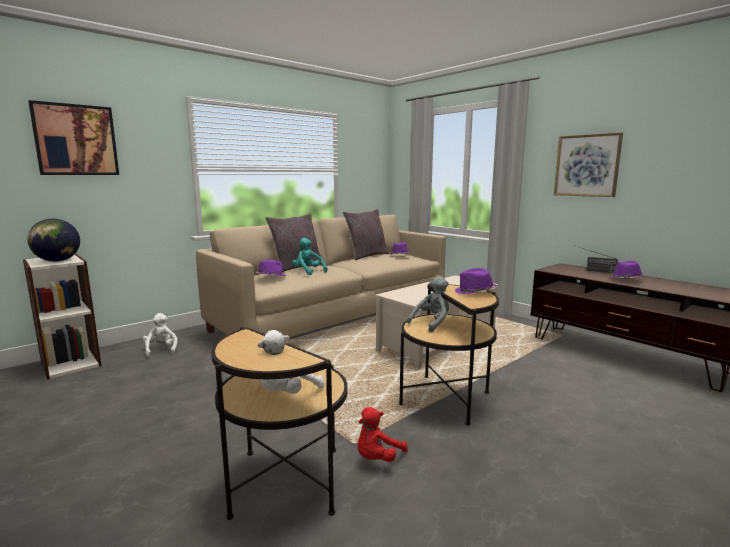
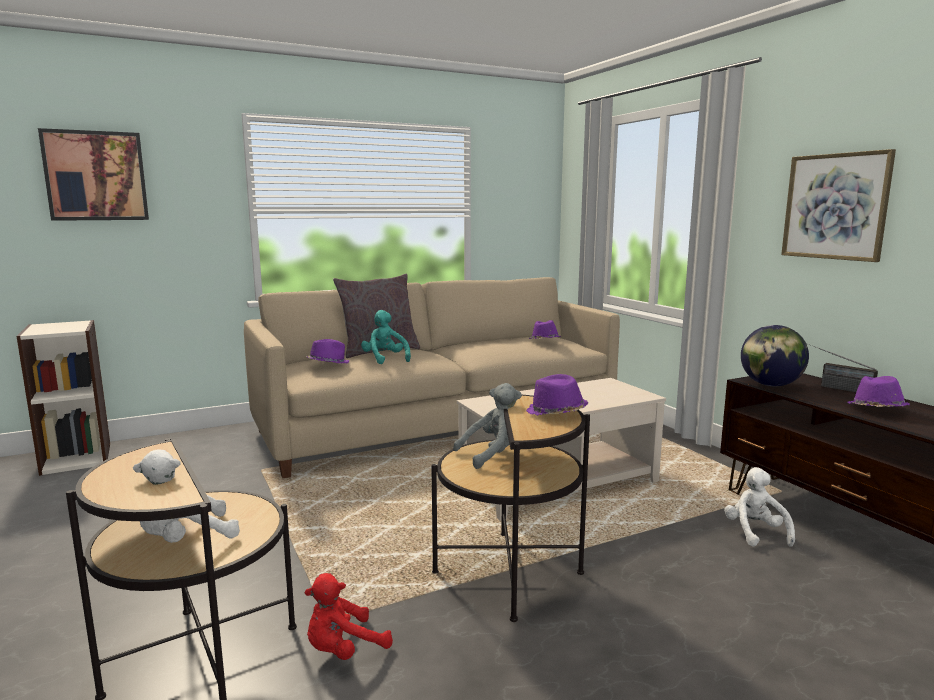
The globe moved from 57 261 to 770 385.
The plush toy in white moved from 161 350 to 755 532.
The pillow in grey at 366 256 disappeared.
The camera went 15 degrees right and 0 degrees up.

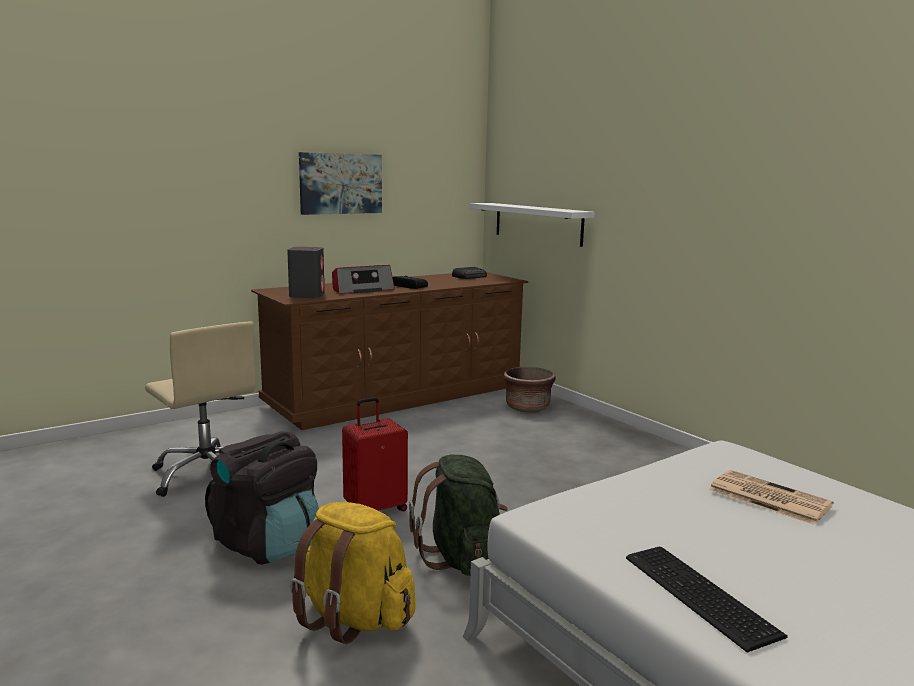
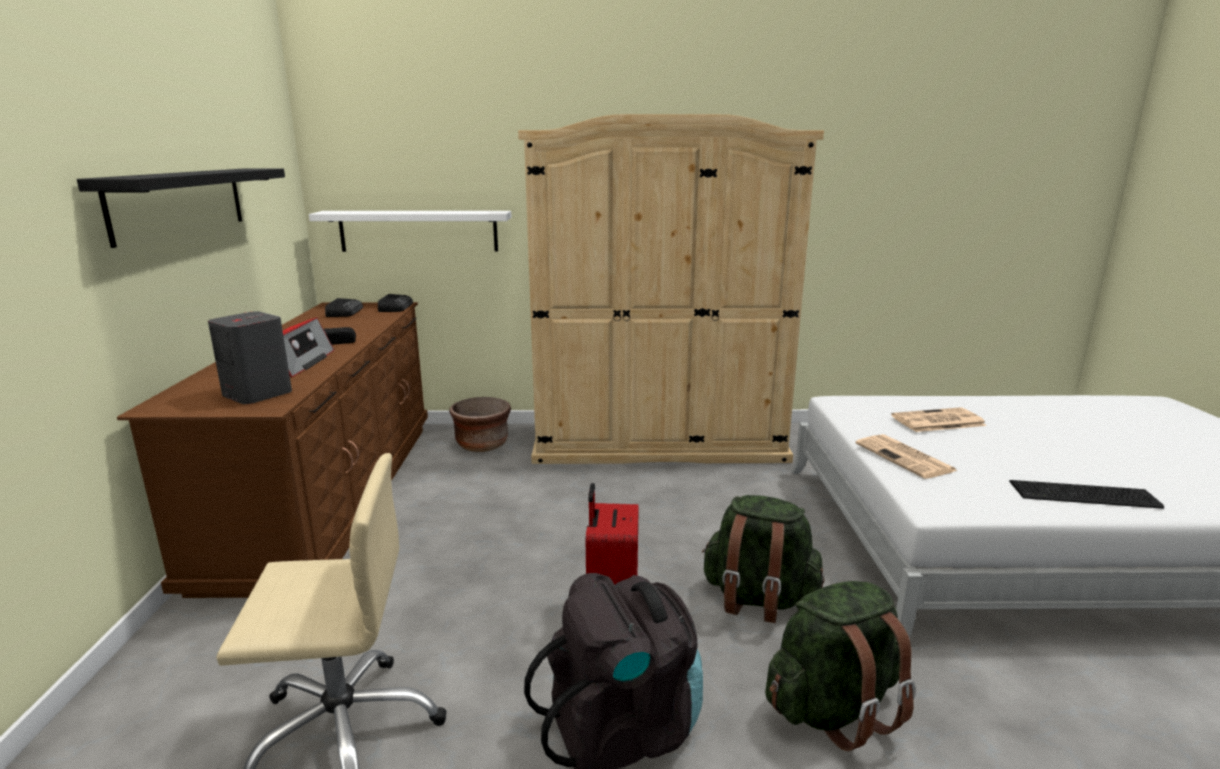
The backpack in yellow at 354 618 became the backpack in green at 833 709.
The picture at 340 183 was replaced by the shelf in black at 179 203.
The radio at 395 307 appeared.
The wardrobe in beige at 658 443 appeared.
The newspaper at 906 458 appeared.
The camera went 55 degrees left and 5 degrees up.

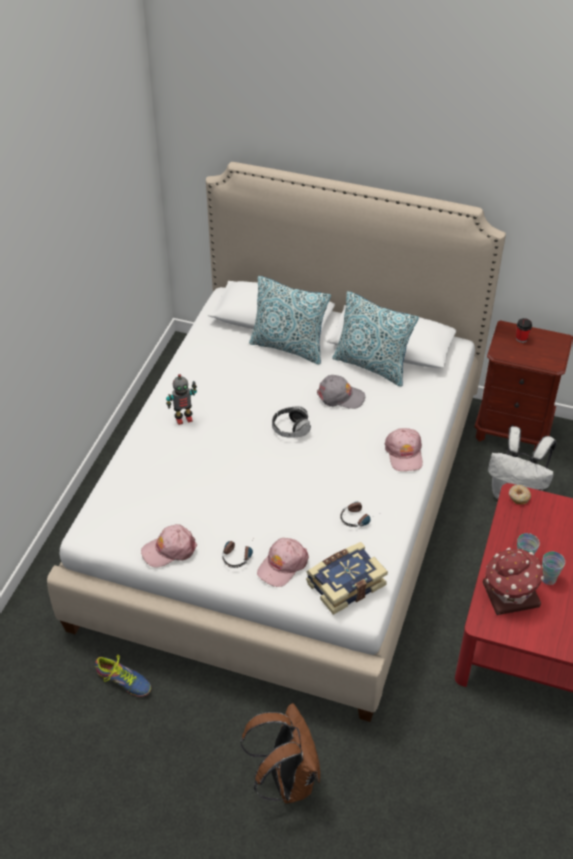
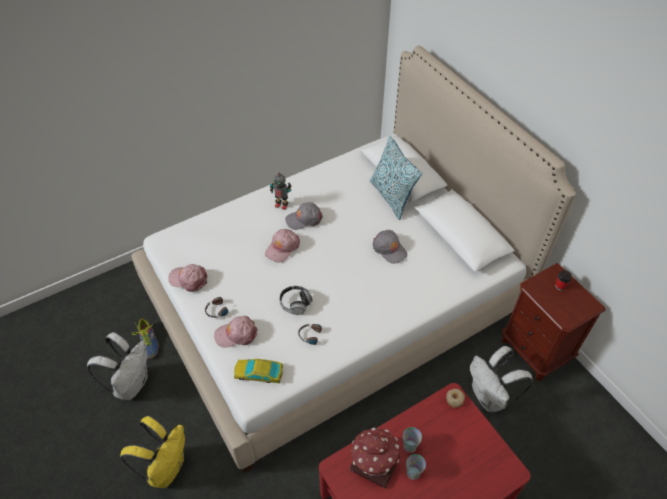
The backpack in brown at 286 779 became the backpack in yellow at 166 467.
The headphones moved from 291 429 to 295 304.
The book at 345 583 was replaced by the toy car at 258 373.
The pillow at 372 366 disappeared.
The cap in pink moved from 404 453 to 282 248.
The backpack in white at 131 383 appeared.
The cap in grey at 304 219 appeared.
The camera went 40 degrees right and 5 degrees up.

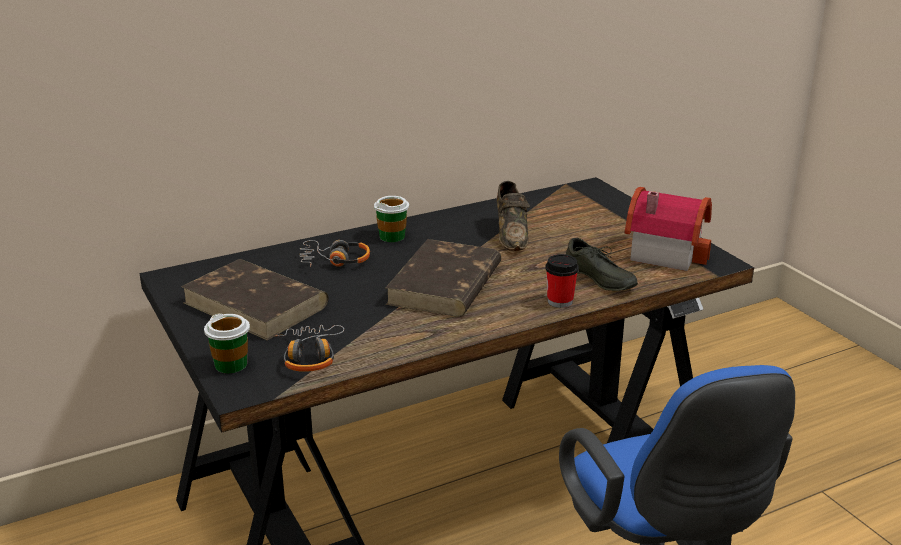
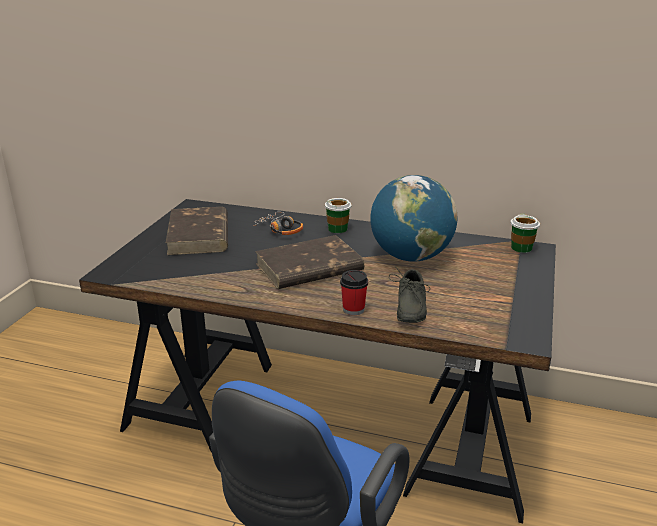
The cup moved from 231 364 to 521 248.
The headphones at 310 356 disappeared.
The shoe in brown at 511 235 was replaced by the globe at 410 257.
The toy house at 664 251 disappeared.
The camera went 45 degrees right and 0 degrees up.

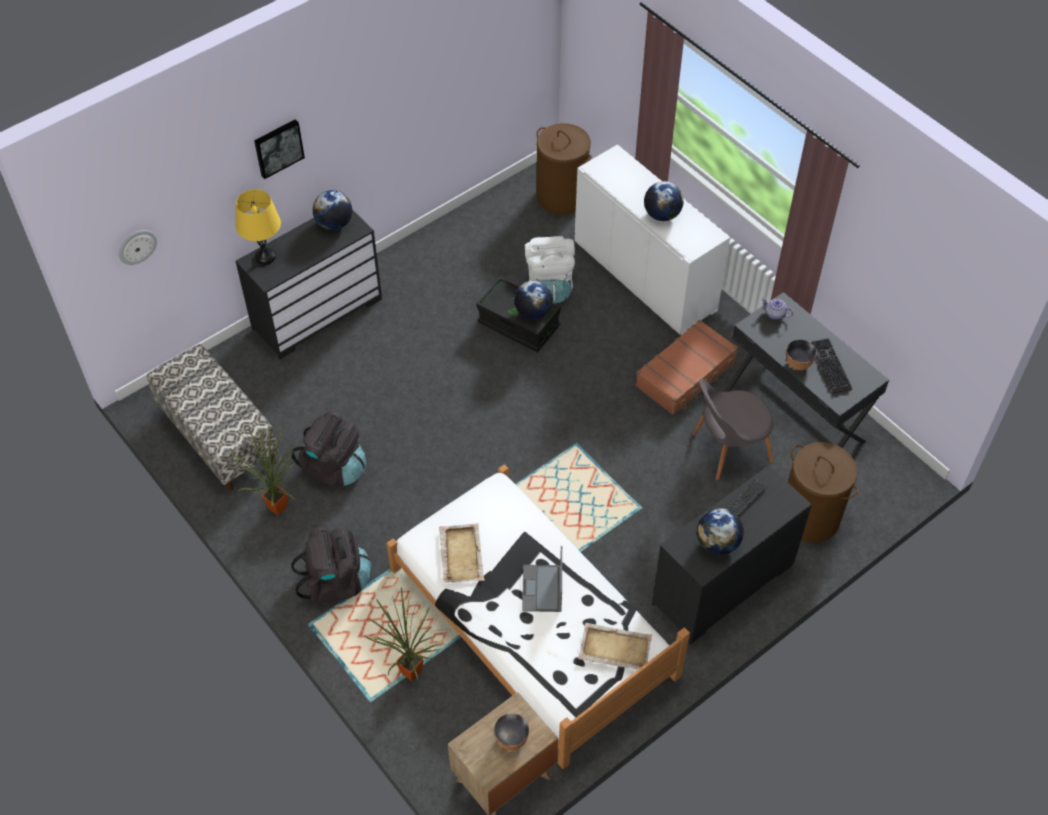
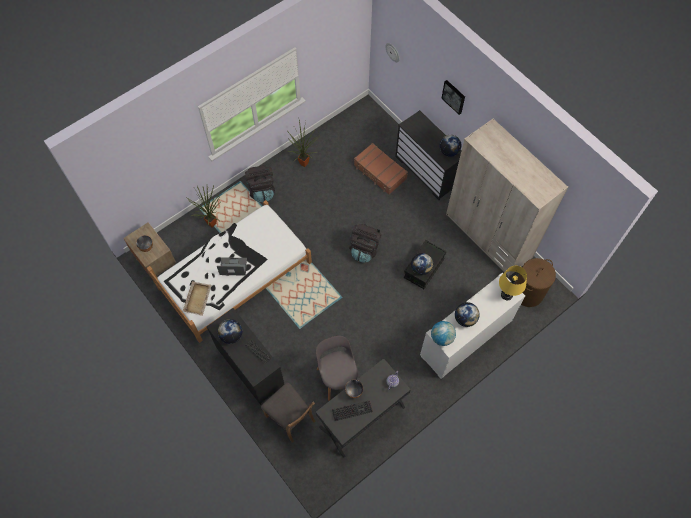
The bench at 218 436 disappeared.
The table lamp in yellow moved from 265 257 to 506 295.
The backpack in black moved from 334 468 to 364 249.
The tray in beige at 461 554 disappeared.
The backpack in white at 549 286 disappeared.
The suitcase in brown moved from 686 375 to 380 172.
The laundry basket in brown at 810 517 was replaced by the chair in brown at 291 418.
The globe at 442 337 appeared.
The wardrobe in beige at 488 236 appeared.
The camera went 90 degrees right and 10 degrees up.

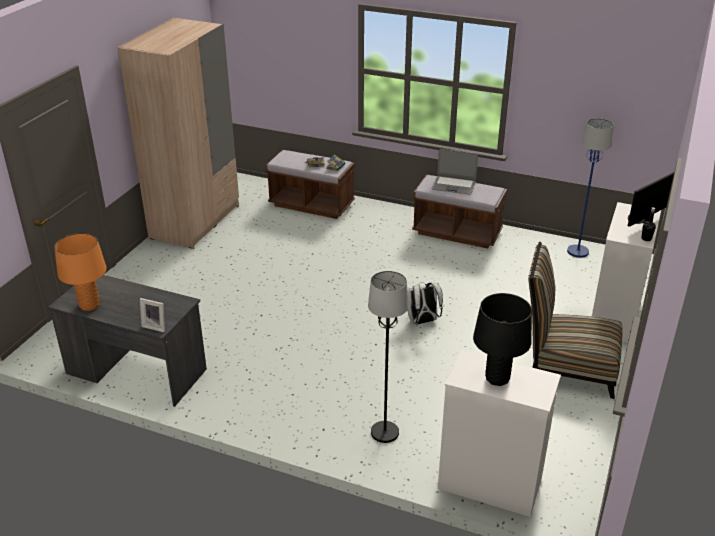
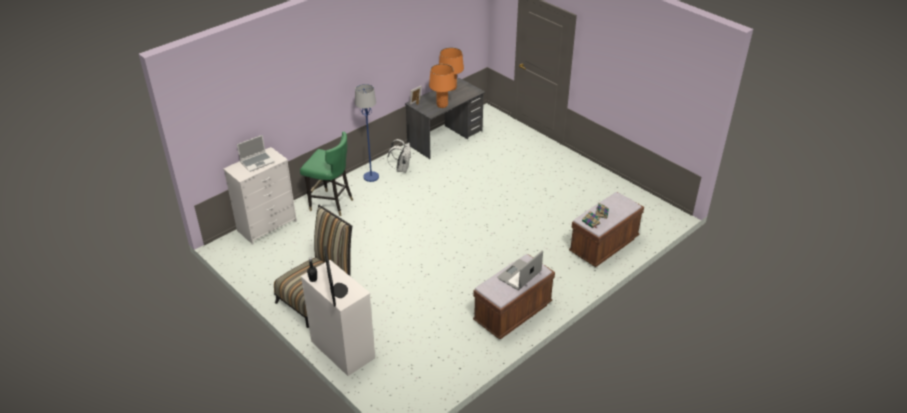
The wardrobe in beige at 195 221 disappeared.
The floor lamp in black at 385 432 was replaced by the chair in green at 331 204.
The backpack in white moved from 422 321 to 401 168.
The table lamp in black at 497 378 was replaced by the laptop at 257 162.
The floor lamp in blue moved from 578 252 to 371 177.
The table lamp in orange at 442 105 appeared.
The camera went 115 degrees right and 5 degrees up.

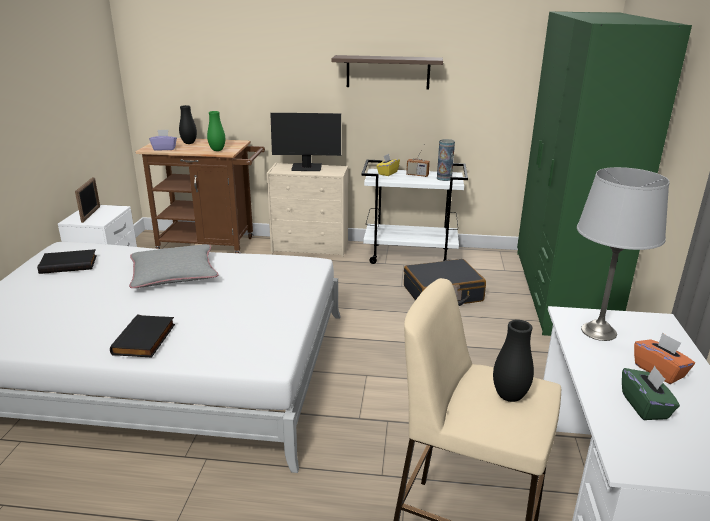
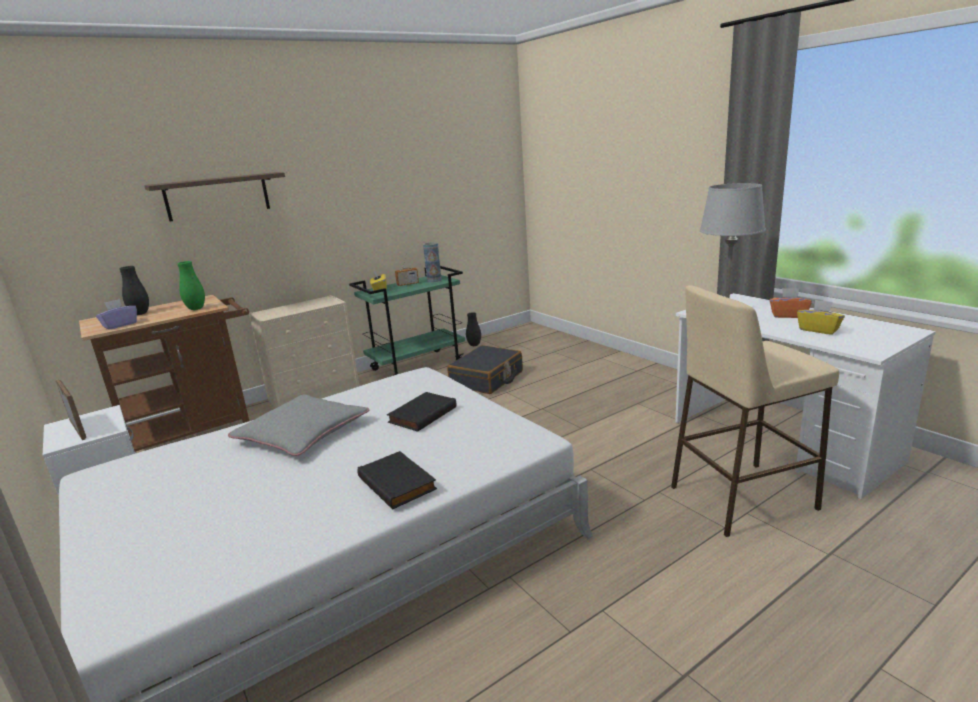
The book in black moved from 69 264 to 422 414.
The monitor at 307 168 disappeared.
The shelf moved from 388 72 to 217 196.
The cart in white at 411 255 became the cart in green at 418 366.
The vase in black moved from 509 396 to 474 345.
The wardrobe in green at 560 291 disappeared.
The tissue box in green at 645 406 became the tissue box in yellow at 818 330.
The camera went 40 degrees left and 5 degrees down.

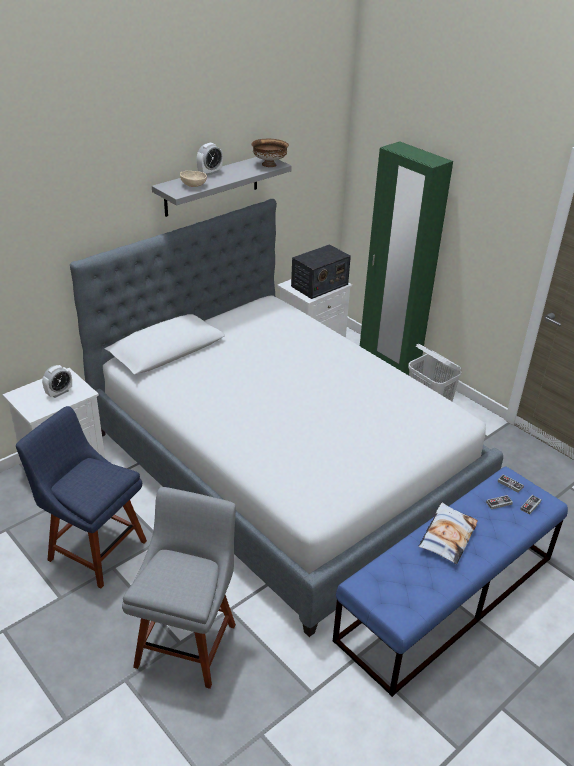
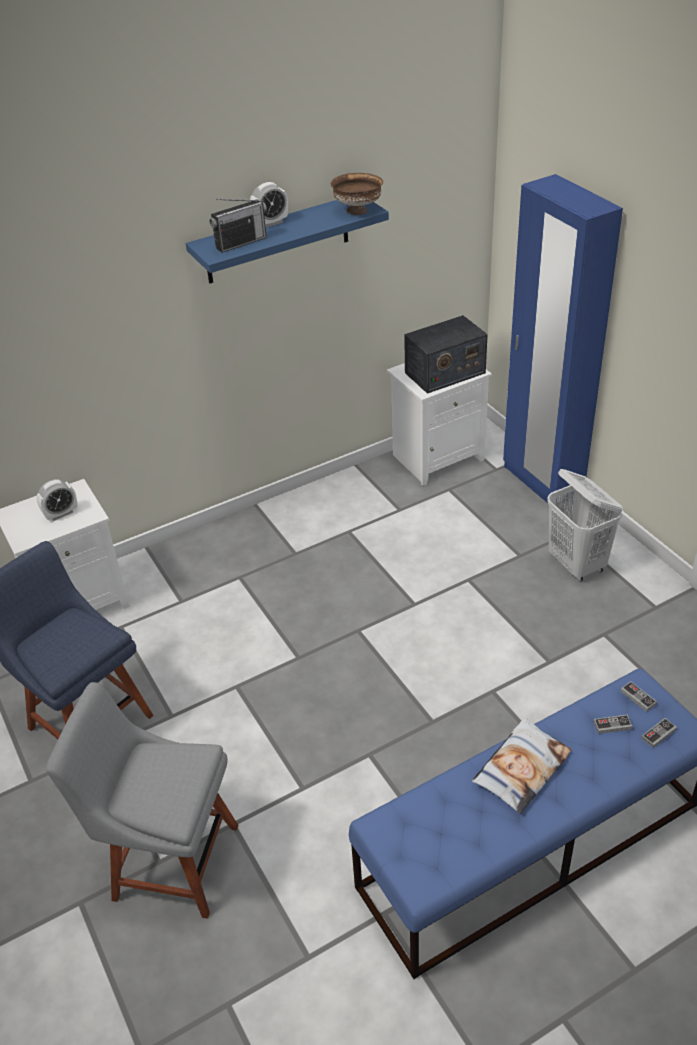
The bed at 283 468 disappeared.
The chair in grey at 188 640 turned 105 degrees counterclockwise.
The shelf in grey at 212 185 became the shelf in blue at 277 239.
The bowl in beige at 193 185 was replaced by the radio at 241 243.
The wardrobe in green at 388 362 became the wardrobe in blue at 541 483.
The camera went 15 degrees right and 5 degrees up.

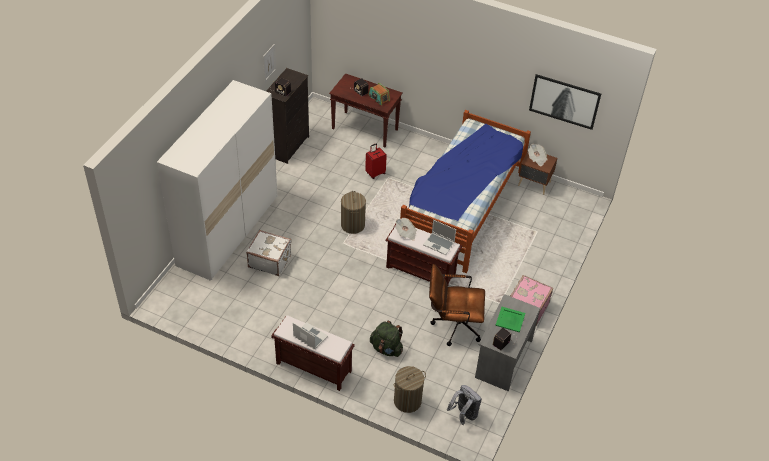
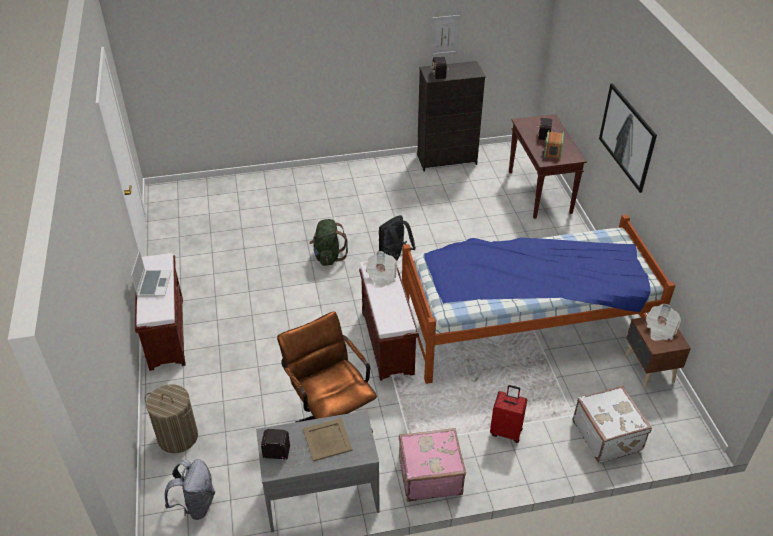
The wardrobe in white at 228 230 disappeared.
The suitcase in white moved from 269 260 to 607 435.
The laundry basket at 353 225 was replaced by the backpack in black at 394 256.
The suitcase in red moved from 375 173 to 506 431.
The backpack in green moved from 386 348 to 328 256.
The laptop at 439 244 disappeared.
The tray in green at 510 319 became the tray in beige at 327 439.
The picture moved from 564 101 to 628 136.
The camera went 55 degrees right and 5 degrees down.

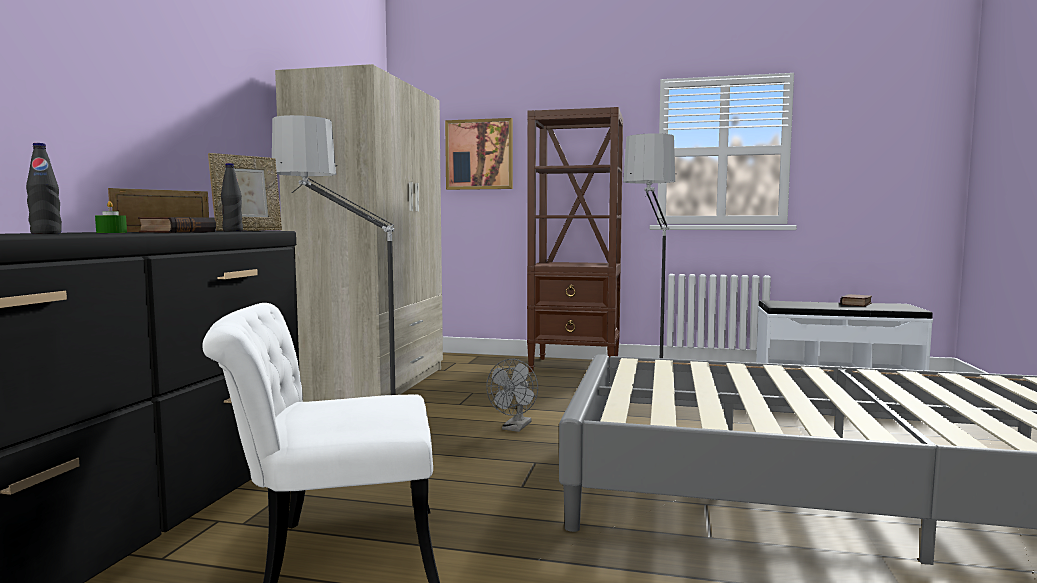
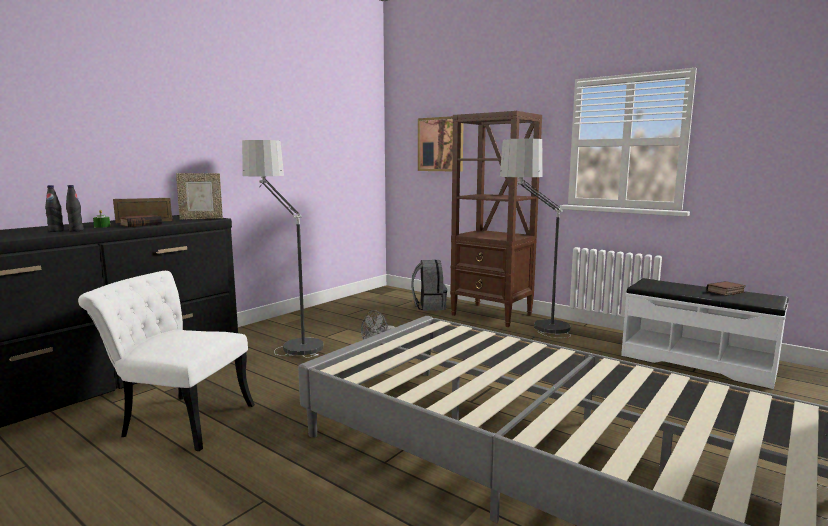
The bottle in black moved from 232 231 to 76 230.
The wardrobe in beige at 375 384 disappeared.
The backpack in grey at 429 306 appeared.
The camera went 25 degrees right and 5 degrees up.

